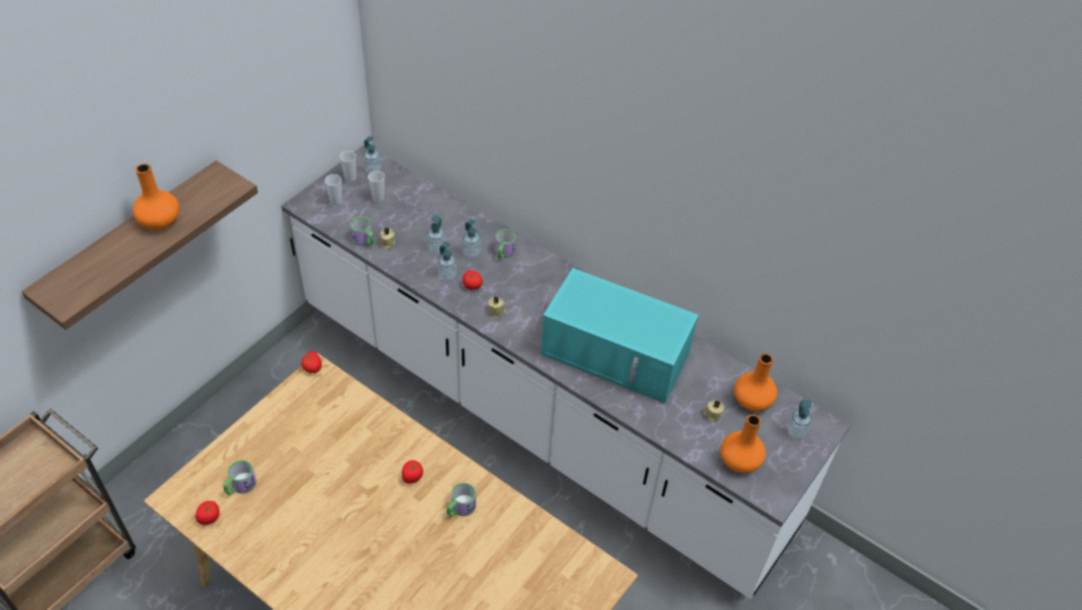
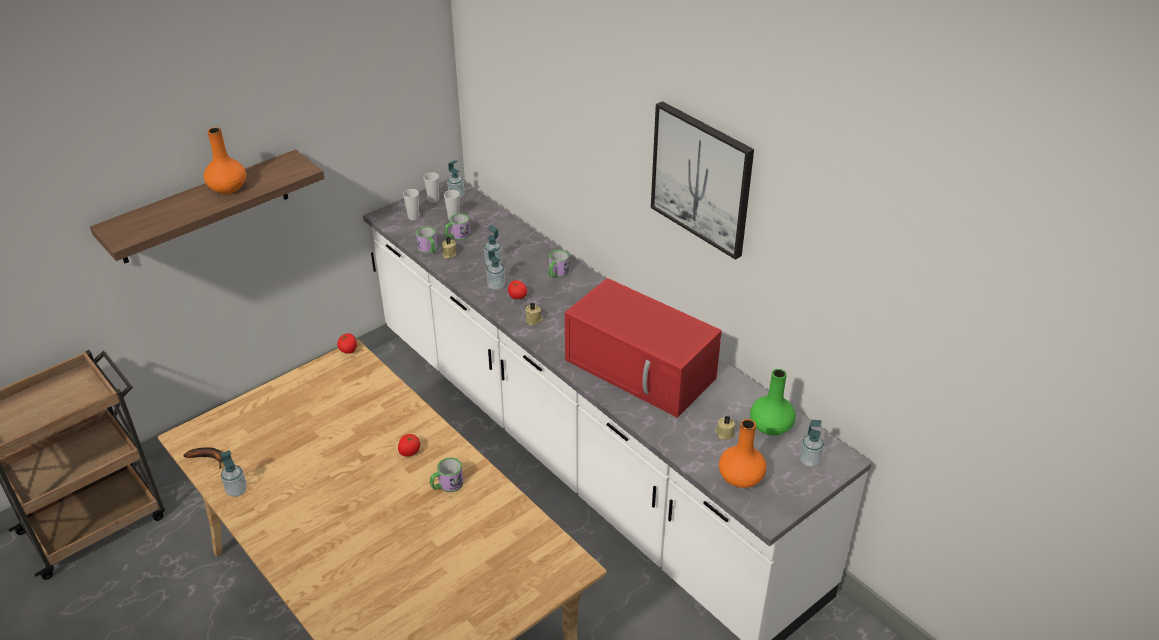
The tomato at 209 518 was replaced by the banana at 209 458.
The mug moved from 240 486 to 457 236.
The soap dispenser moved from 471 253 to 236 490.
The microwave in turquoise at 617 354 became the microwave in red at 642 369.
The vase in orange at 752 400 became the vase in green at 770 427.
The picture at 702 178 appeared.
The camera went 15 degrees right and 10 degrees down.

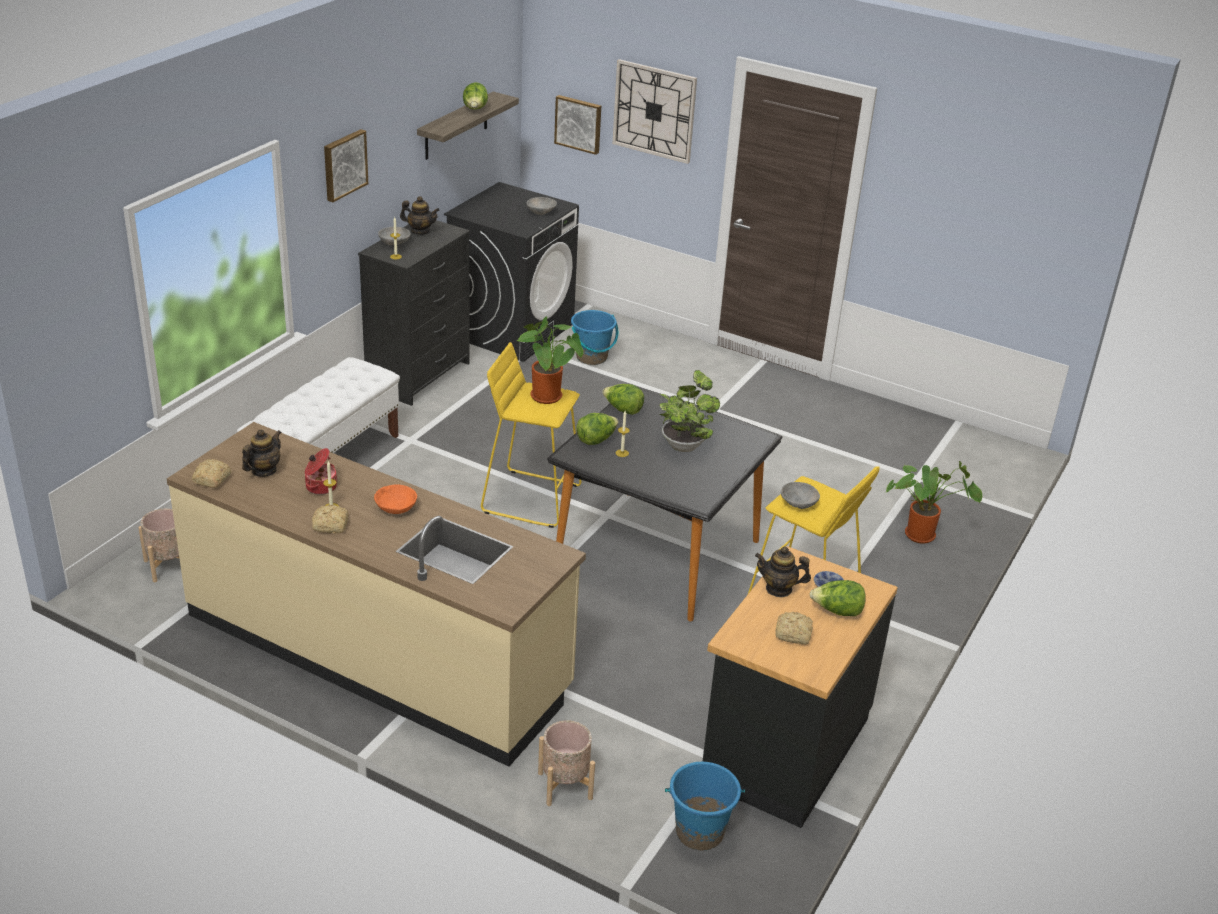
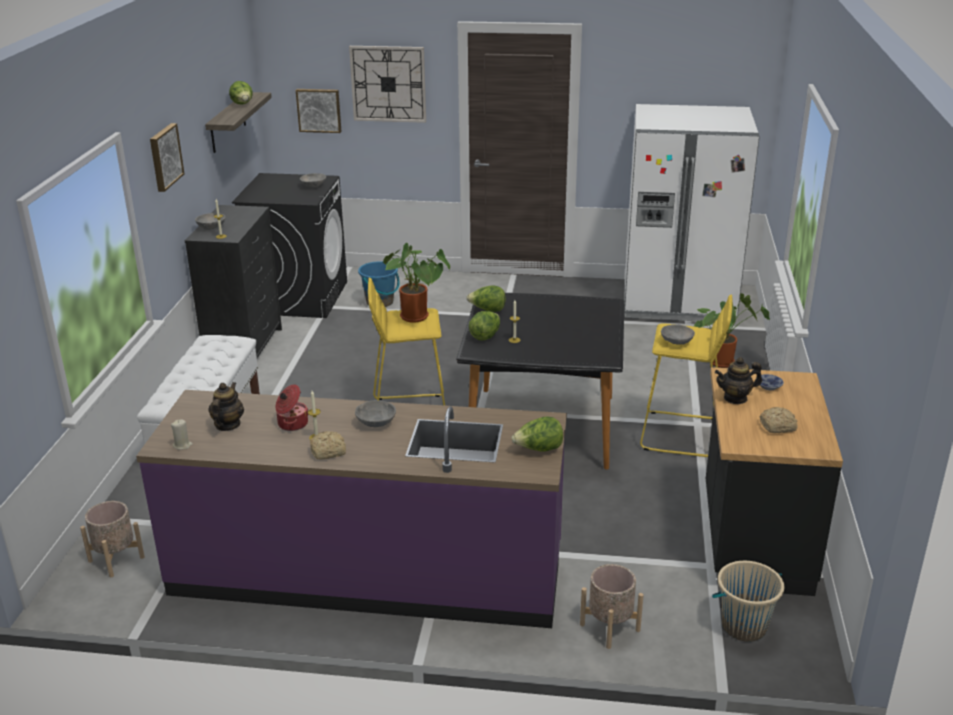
The counter in beige at 378 652 became the counter in purple at 368 572.
The bread at 211 480 was replaced by the candle in beige at 182 445.
The bowl in orange at 395 509 became the bowl in grey at 375 423.
The teapot at 420 231 disappeared.
The potted plant at 684 444 disappeared.
The bucket in blue at 699 832 became the bucket in beige at 743 626.
The lettuce moved from 837 612 to 538 450.
The fridge in white at 678 302 appeared.
The camera went 20 degrees left and 5 degrees down.

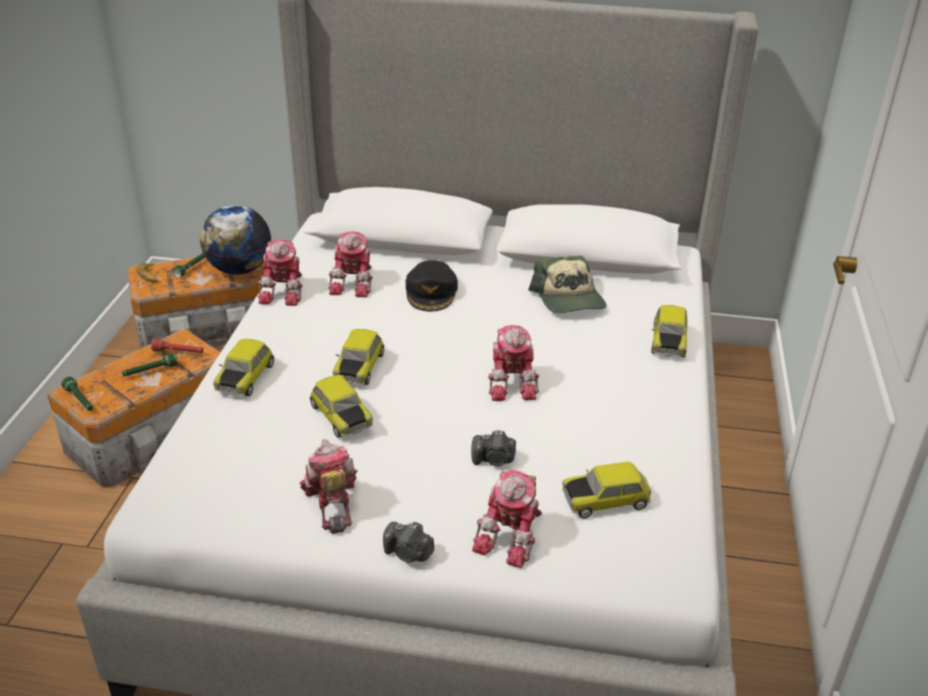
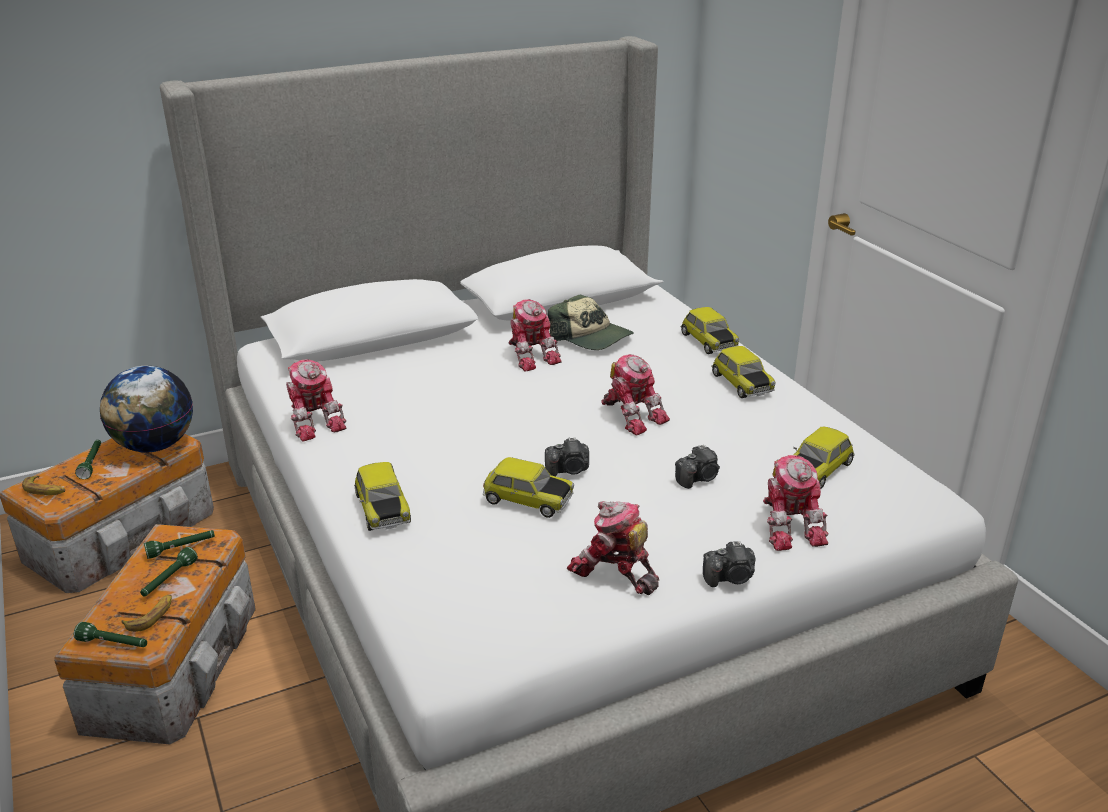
The flashlight in red at 179 352 became the flashlight in green at 181 548.
The toy robot moved from 355 282 to 531 355.
The toy car moved from 358 367 to 740 383.
The cap in black at 431 292 disappeared.
The banana at 151 616 appeared.
The photo camera at 568 470 appeared.
The camera went 35 degrees left and 5 degrees down.

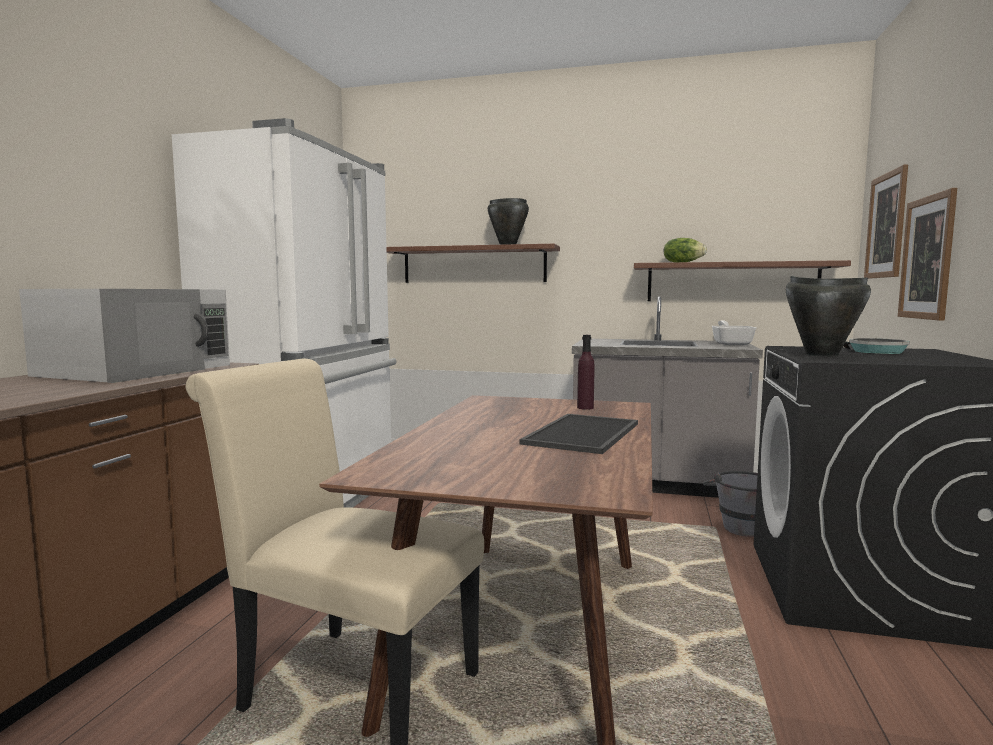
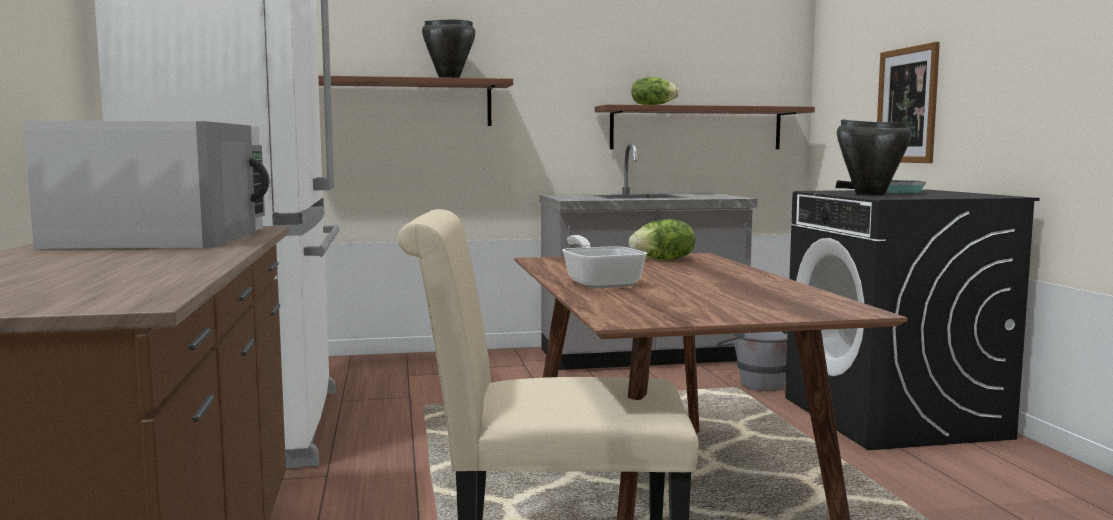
The tray at 584 434 disappeared.
The bottle in purple at 585 408 was replaced by the lettuce at 663 260.
The frying pan moved from 731 343 to 600 283.
The picture at 886 225 disappeared.
The camera went 25 degrees left and 0 degrees up.

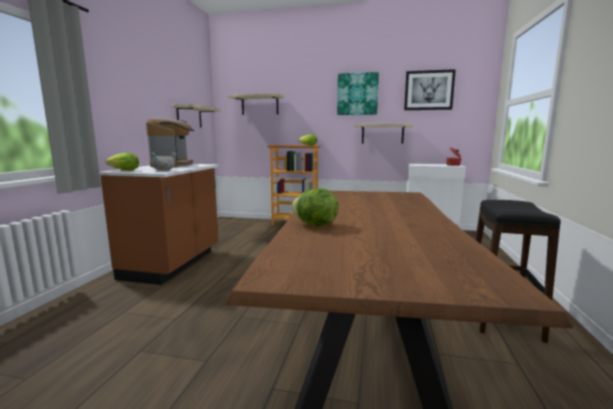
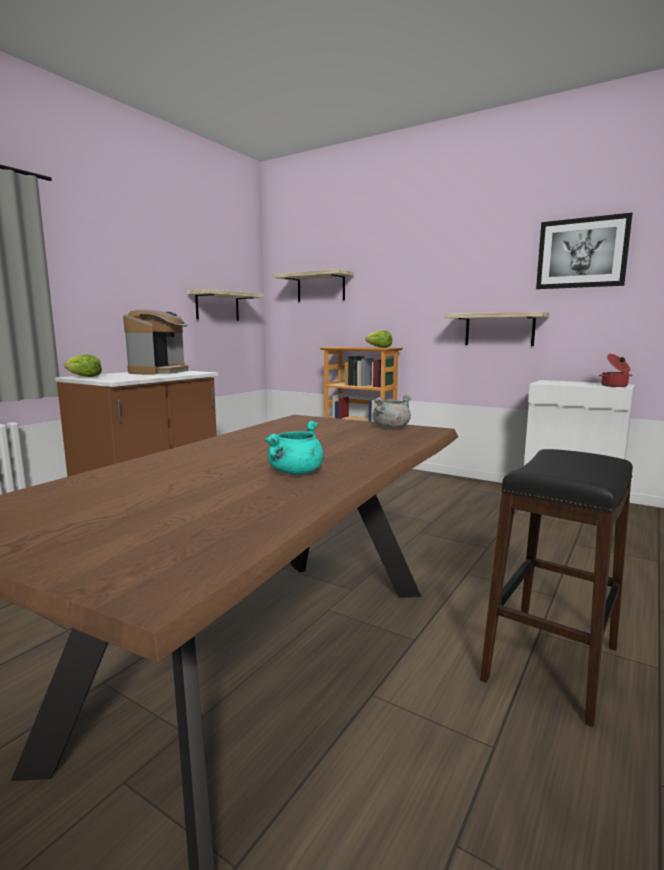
The cooking pot in grey moved from 164 170 to 391 427.
The lettuce at 315 225 disappeared.
The picture at 357 94 disappeared.
The cooking pot in turquoise at 296 472 appeared.
The camera went 20 degrees right and 0 degrees up.

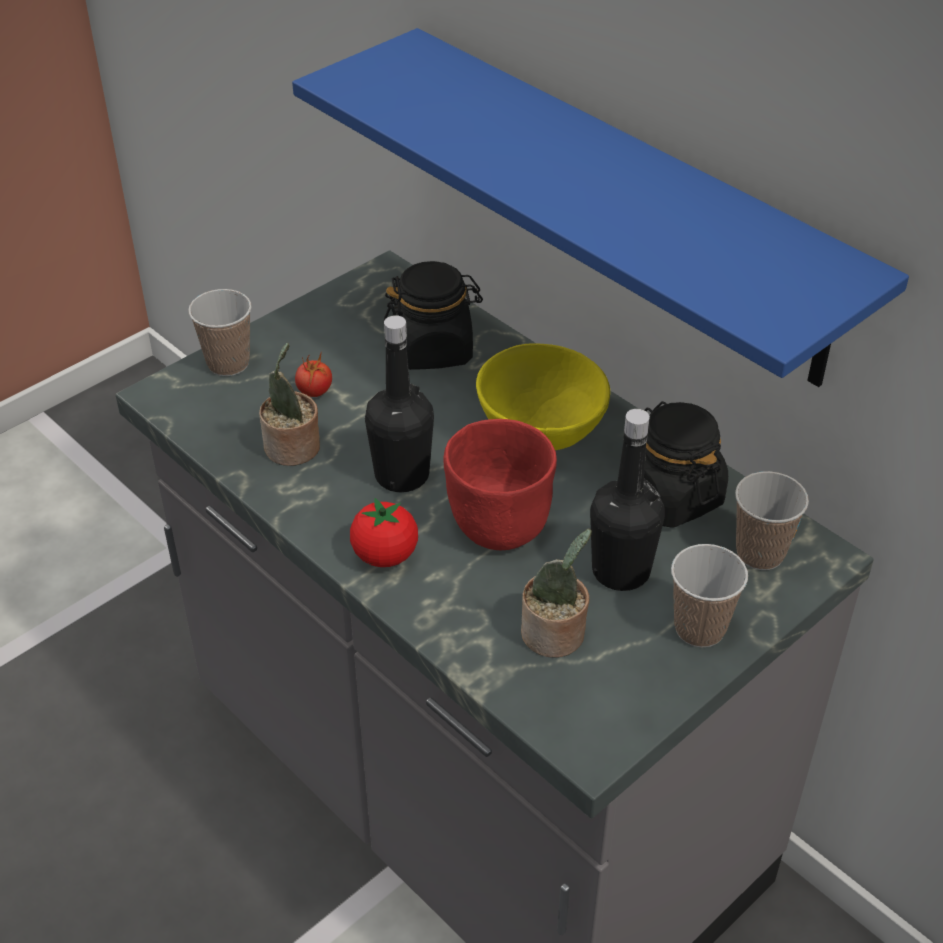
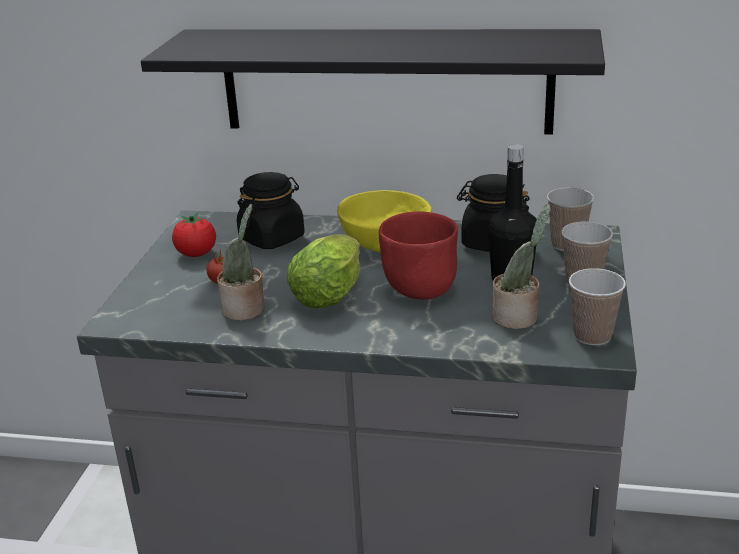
The cup moved from 228 363 to 592 336.
The shelf in blue at 627 205 became the shelf in black at 385 80.
The tomato moved from 385 555 to 196 254.
The bottle in black at 402 475 was replaced by the lettuce at 331 293.
The camera went 35 degrees left and 15 degrees down.

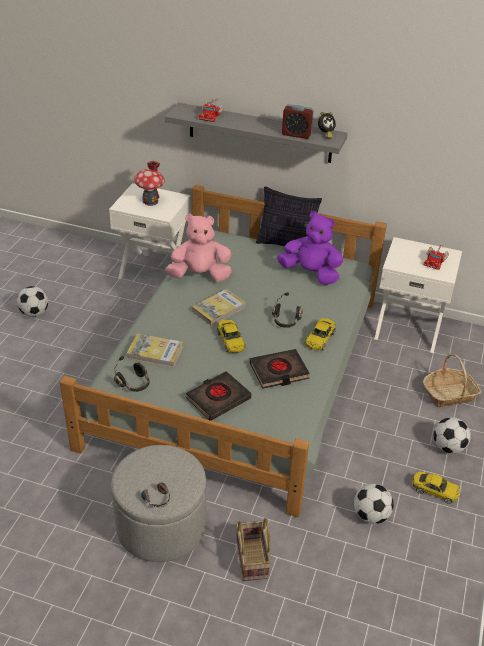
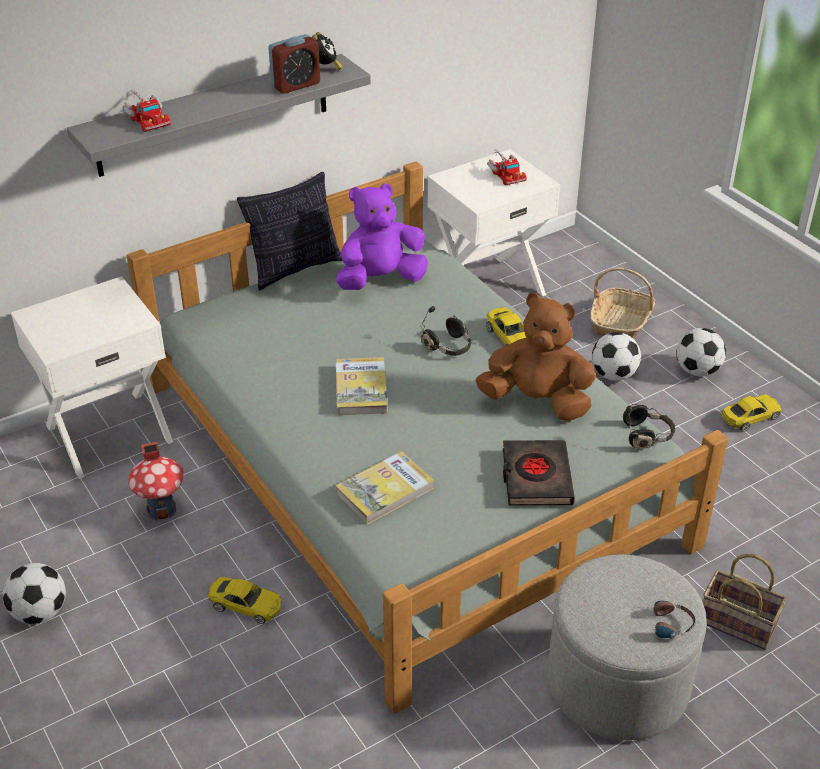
The headphones in black moved from 134 383 to 647 435.
The toy house moved from 150 201 to 161 509.
The plush toy in pink at 200 275 disappeared.
The toy car in yellow moved from 231 340 to 246 605.
The book in black at 279 372 was replaced by the plush toy in brown at 537 401.
The football moved from 371 515 to 613 375.
The camera went 50 degrees left and 0 degrees up.

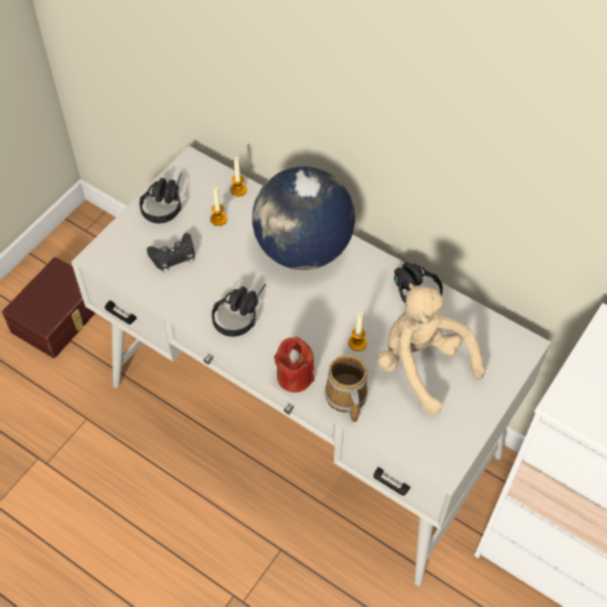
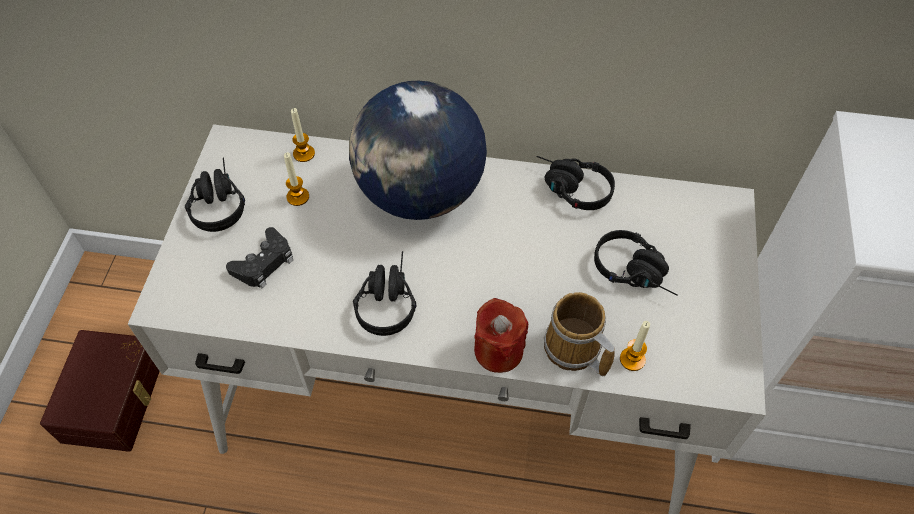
The candle moved from 357 343 to 632 359.
The plush toy in beige at 422 365 was replaced by the headphones in black at 636 273.
The camera went 25 degrees left and 0 degrees up.

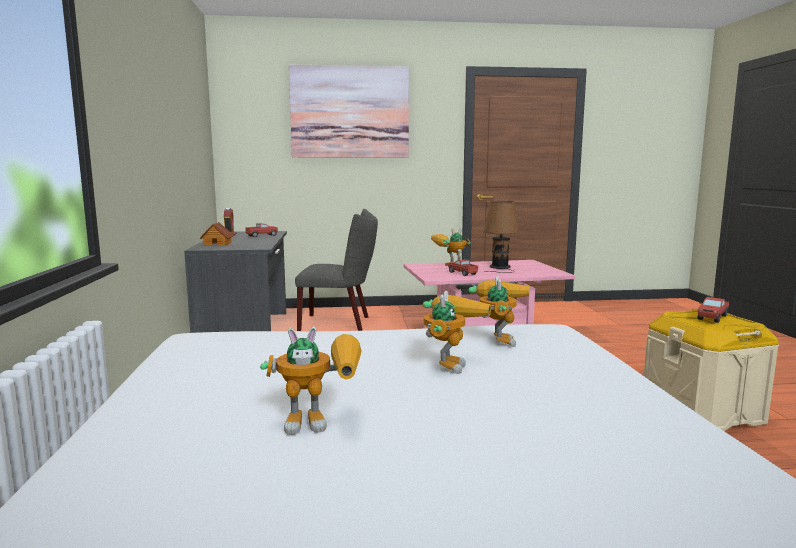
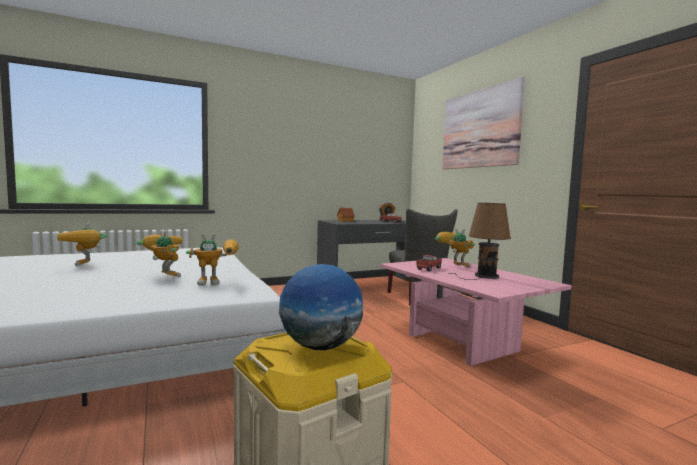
The toy robot at 449 363 turned 135 degrees counterclockwise.
The toy truck at 712 317 was replaced by the globe at 321 346.
The camera went 70 degrees right and 5 degrees down.

